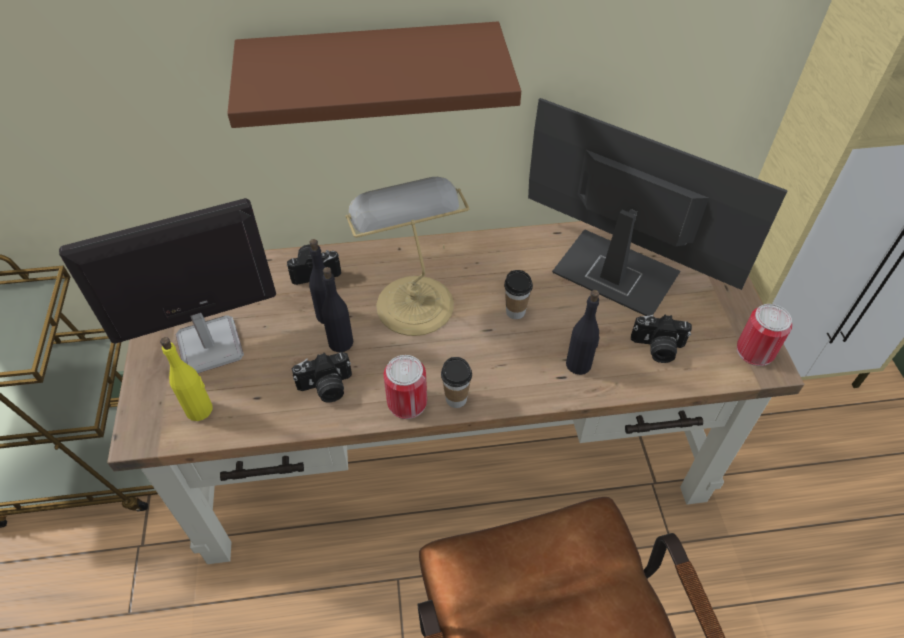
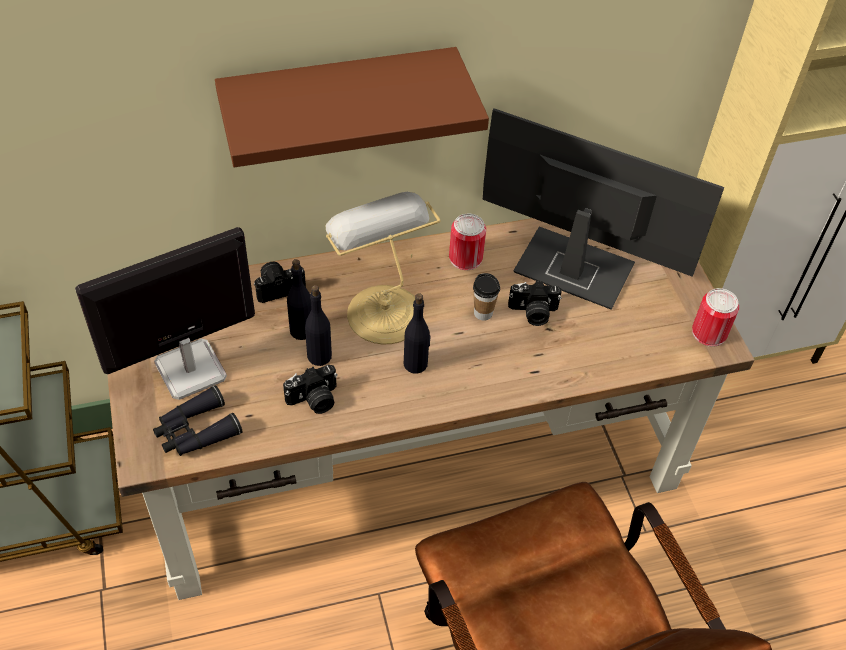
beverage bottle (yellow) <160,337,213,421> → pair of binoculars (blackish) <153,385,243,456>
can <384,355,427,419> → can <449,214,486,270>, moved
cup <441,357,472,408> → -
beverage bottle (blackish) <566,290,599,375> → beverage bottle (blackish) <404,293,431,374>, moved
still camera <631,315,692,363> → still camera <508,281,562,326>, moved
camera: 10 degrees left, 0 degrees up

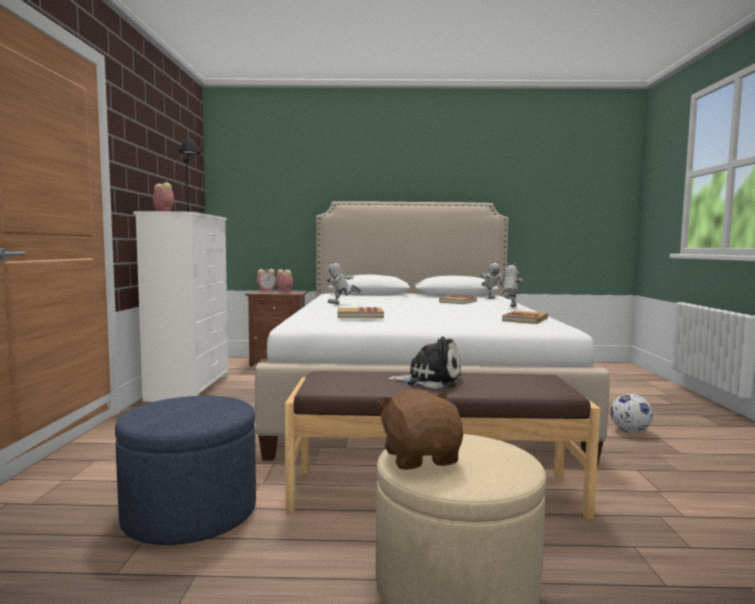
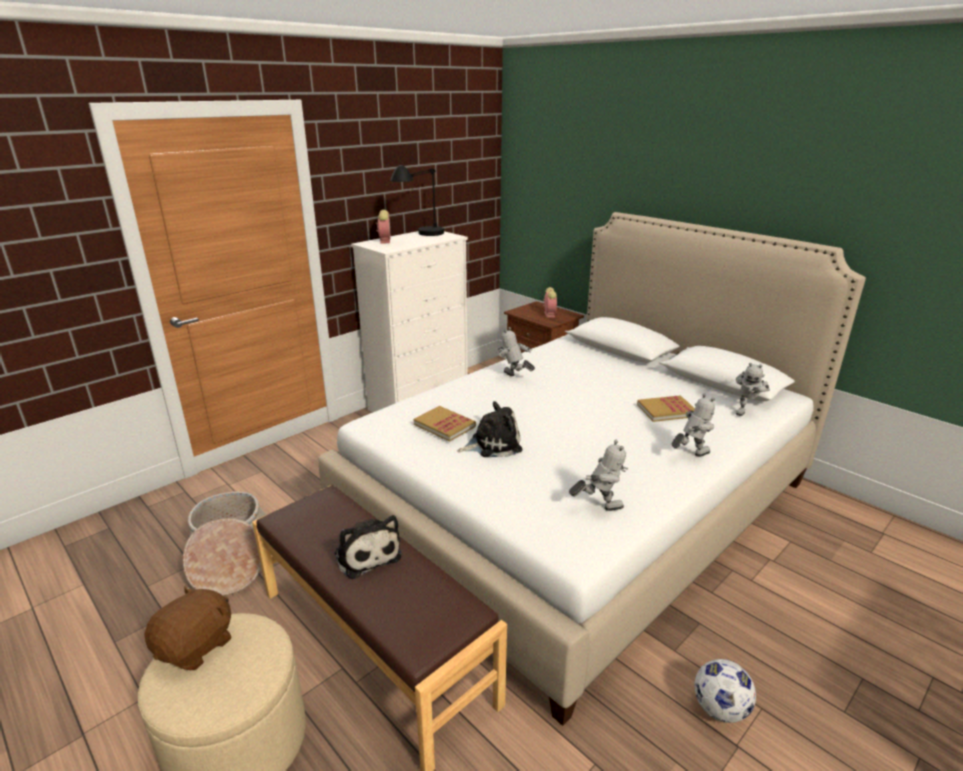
ottoman (blue-coloured) <115,396,256,545> → storage basket <183,492,266,596>
table clock <257,269,276,292> → -
bound book <502,311,548,324> → model robot <569,440,628,511>
- → plush toy <457,401,523,457>
camera: 45 degrees right, 20 degrees up

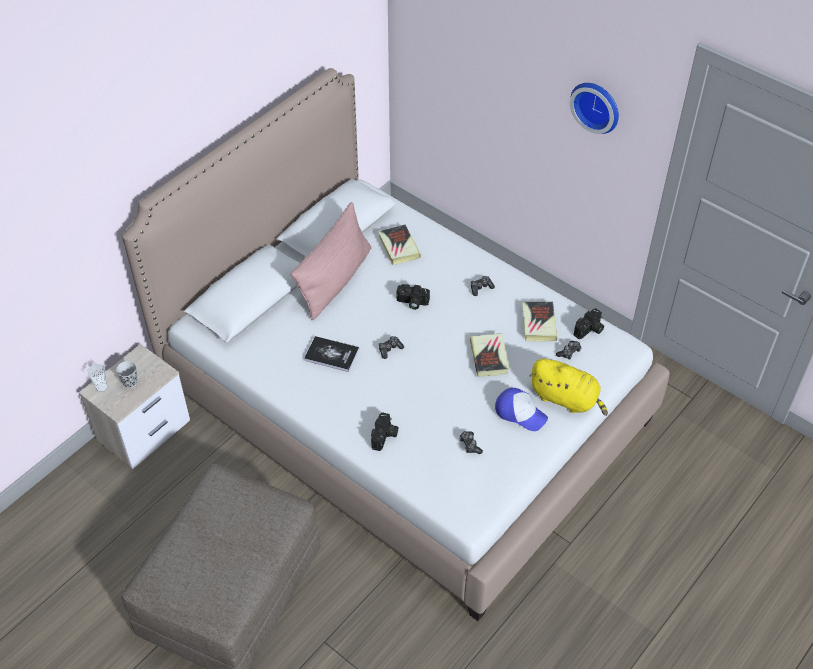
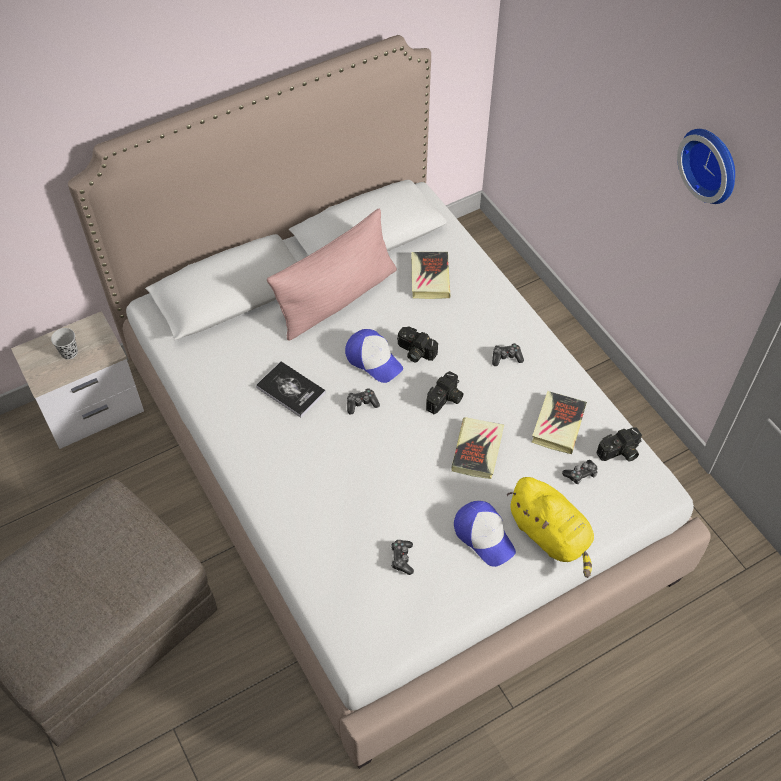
cup <87,363,108,392> → -
still camera <371,412,398,451> → still camera <426,371,463,414>, moved
- → peaked cap <345,329,403,383>
camera: 20 degrees right, 5 degrees up

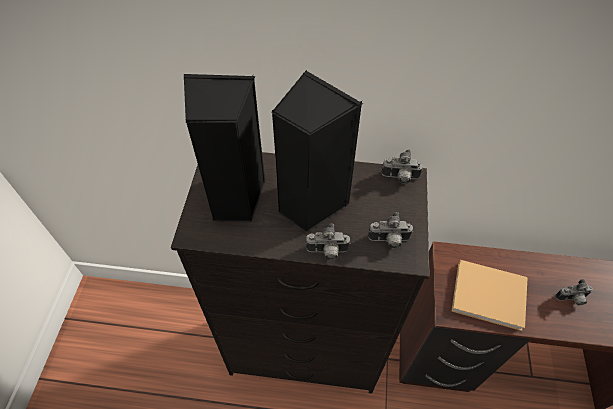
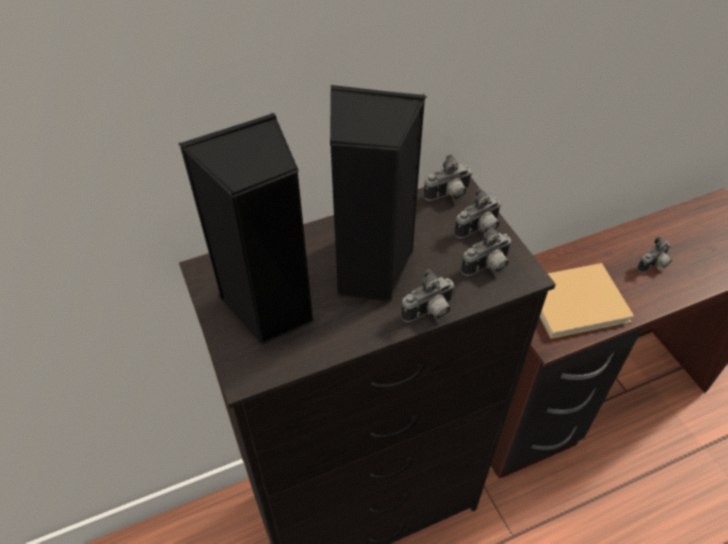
- → still camera <454,188,501,238>
camera: 30 degrees left, 5 degrees down

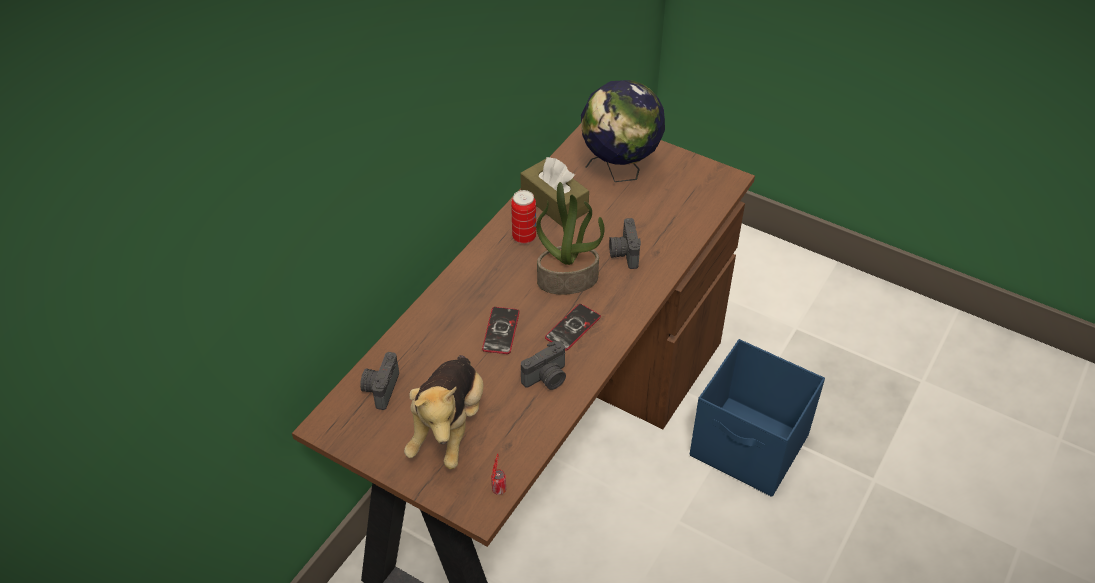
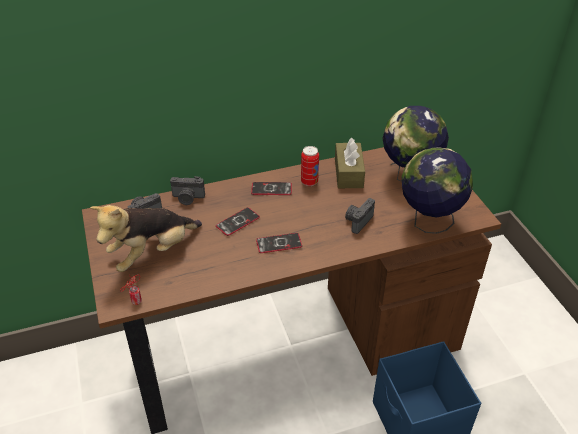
still camera <521,341,566,390> → still camera <170,176,205,205>, moved
houseplant <536,182,605,295> → -
- → telephone <251,182,292,195>
- → world globe <402,147,473,234>
camera: 40 degrees right, 5 degrees down

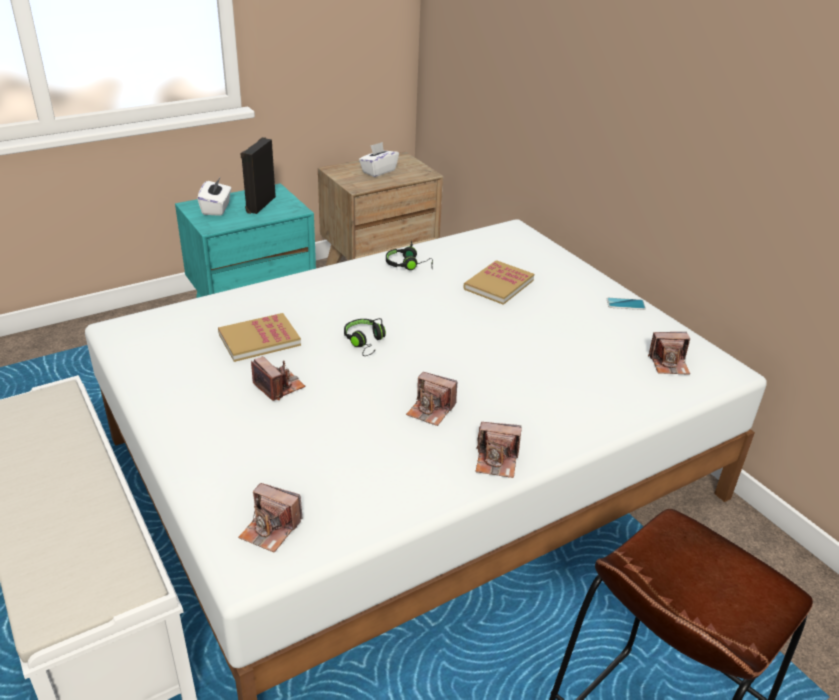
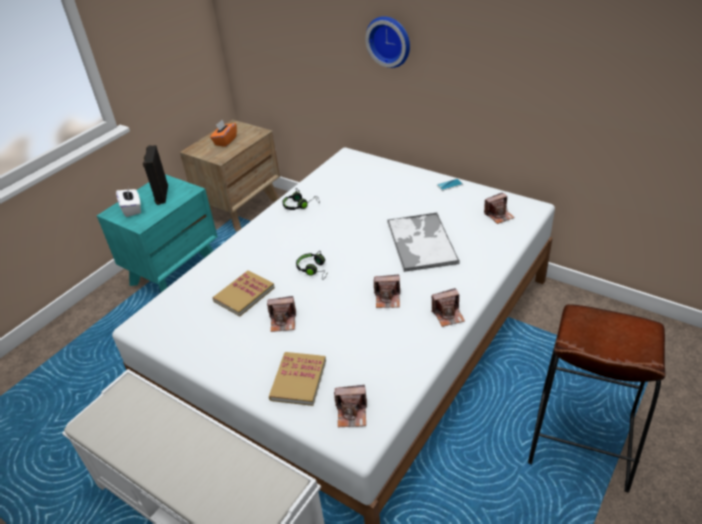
still camera <251,356,305,401> → still camera <267,296,296,332>, 150 degrees clockwise
tissue holder (white) <359,142,399,177> → tissue holder (orangey) <210,120,237,147>
bound book <463,260,534,305> → bound book <269,352,326,406>, moved
- → wall clock <365,16,410,68>
- → carrying tray <387,213,460,272>
camera: 20 degrees left, 5 degrees up

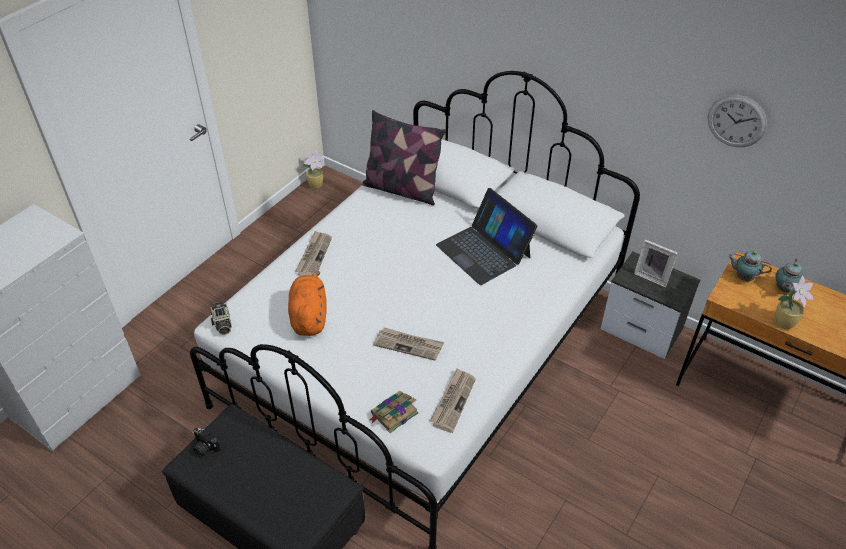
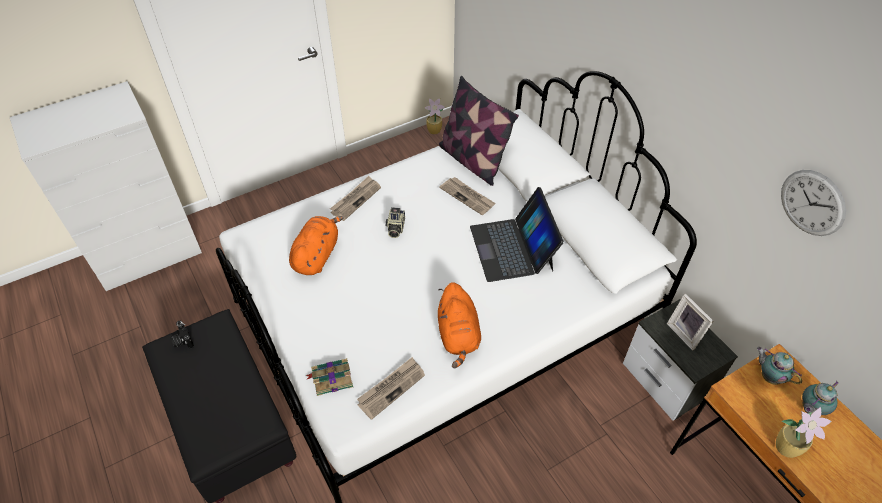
still camera <211,302,232,335> → still camera <386,207,405,238>, moved
newspaper <373,327,444,361> → newspaper <439,177,496,215>, moved
- → plush toy (orangey) <438,282,481,368>
camera: 25 degrees right, 5 degrees up

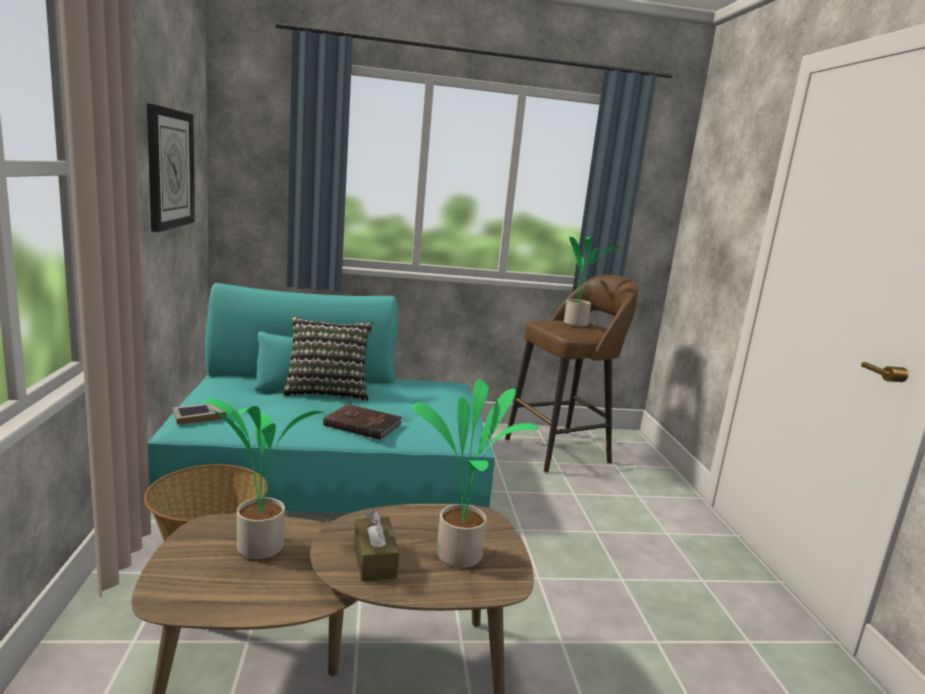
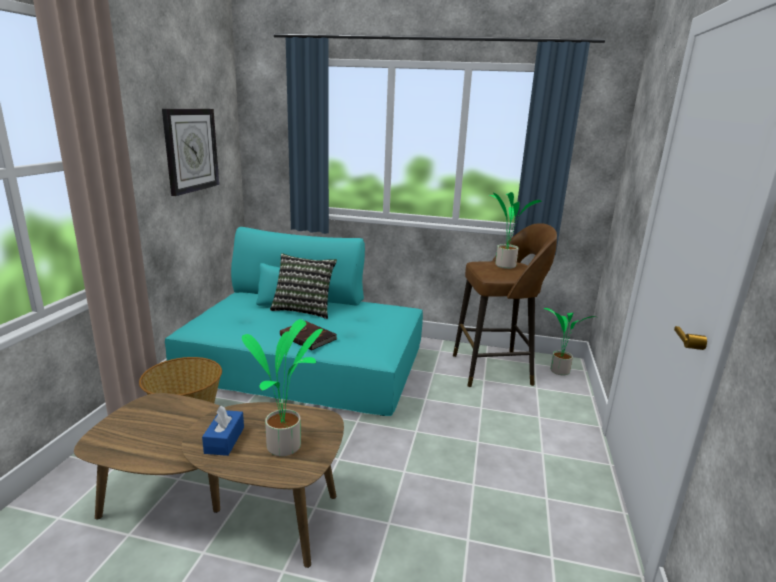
bound book <173,404,226,425> → -
houseplant <204,399,325,559> → houseplant <543,308,596,375>, moved
tissue holder (brown) <354,510,399,581> → tissue holder (blue-coloured) <202,406,244,456>
camera: 20 degrees right, 5 degrees up

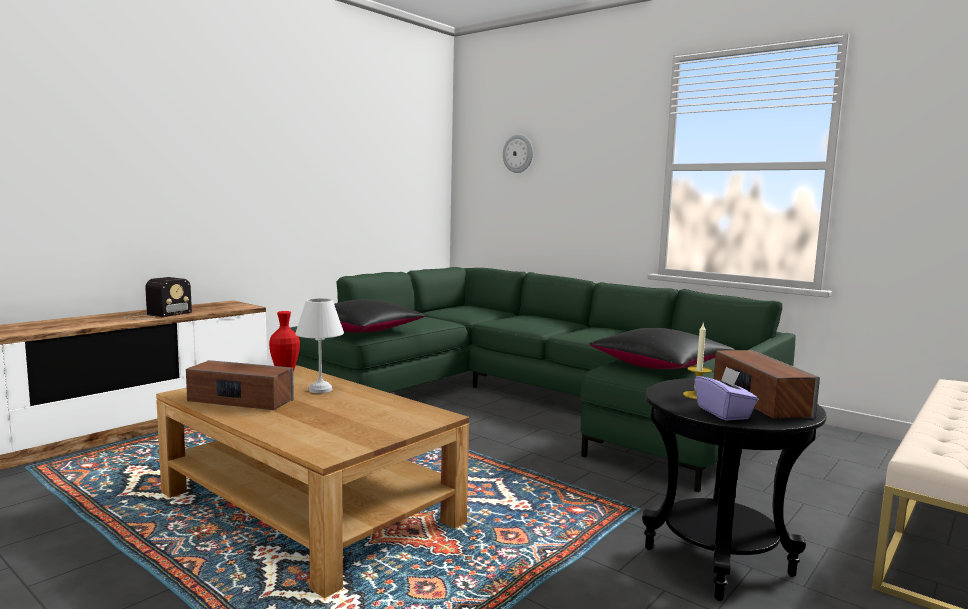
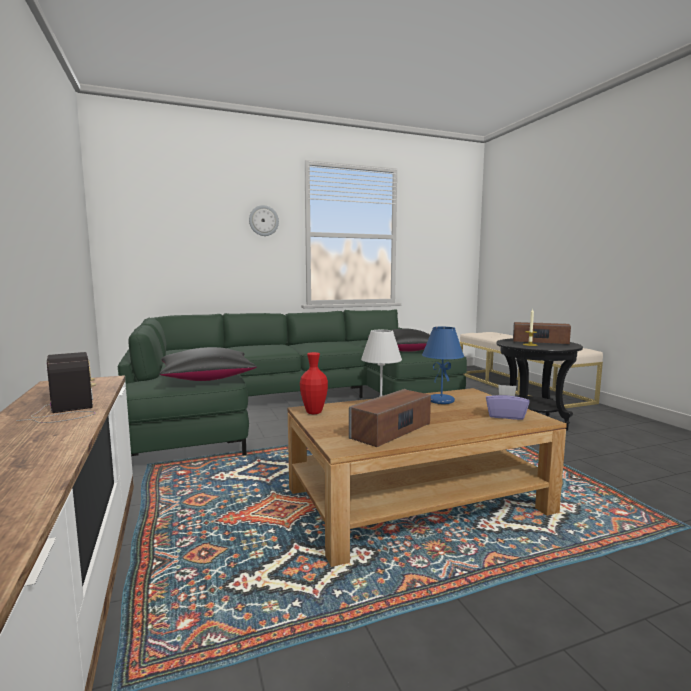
wall clock <503,135,533,173> → wall clock <249,205,279,236>, moved
tissue holder (purple-coloured) <695,366,758,421> → tissue holder (purple-coloured) <486,385,530,420>, moved
- → table lamp (blue-coloured) <422,327,464,404>
camera: 60 degrees left, 0 degrees up

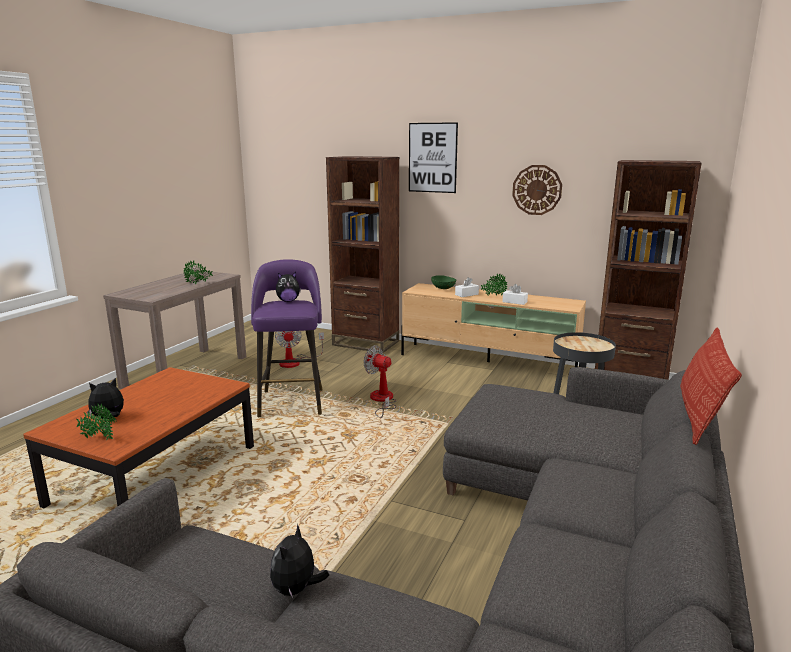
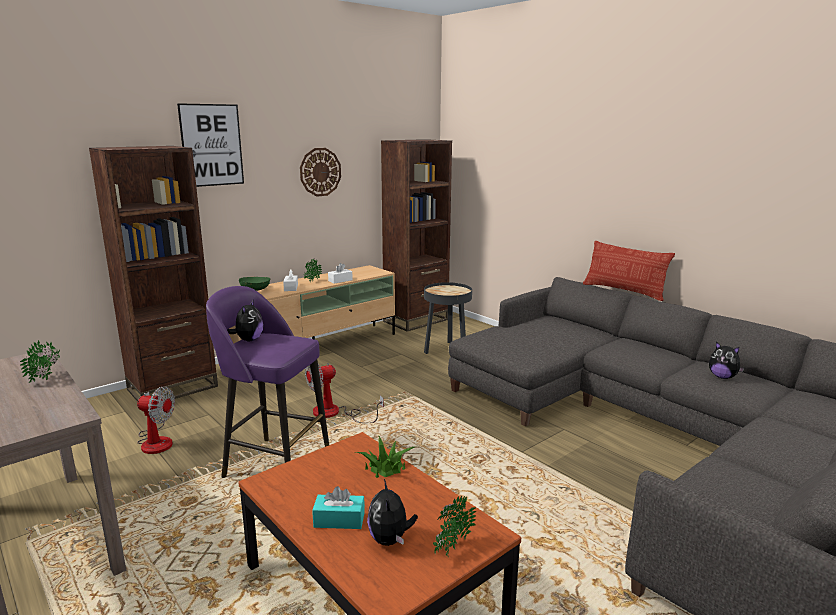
plush toy <270,524,329,600> → plush toy <709,342,745,379>, moved
- → tissue holder (blue-green) <312,486,365,529>
- → houseplant <356,436,414,478>
camera: 65 degrees left, 0 degrees up

